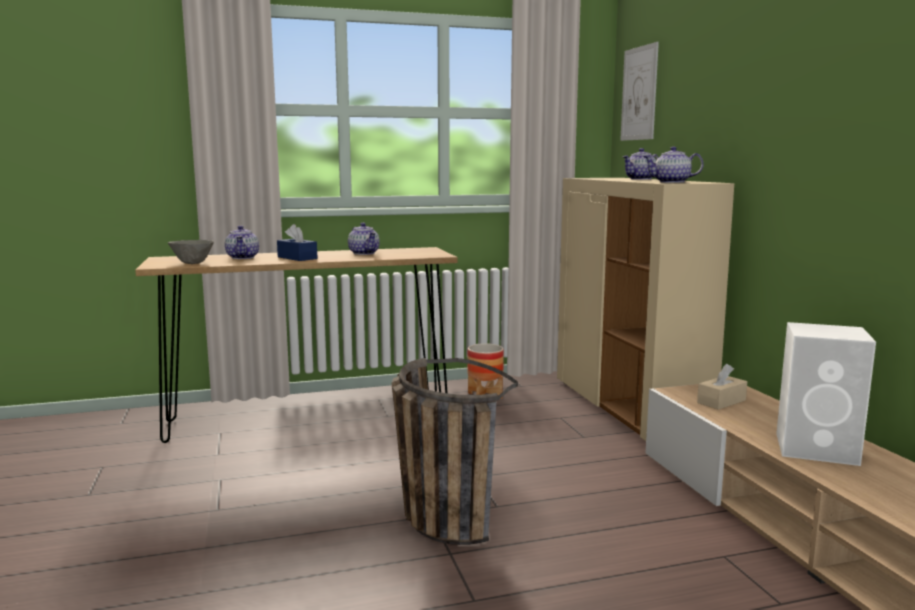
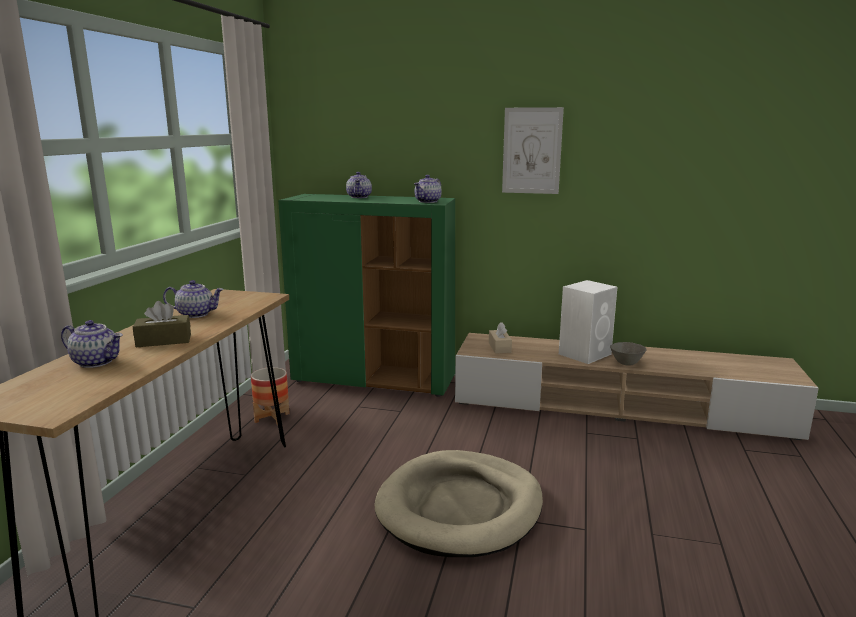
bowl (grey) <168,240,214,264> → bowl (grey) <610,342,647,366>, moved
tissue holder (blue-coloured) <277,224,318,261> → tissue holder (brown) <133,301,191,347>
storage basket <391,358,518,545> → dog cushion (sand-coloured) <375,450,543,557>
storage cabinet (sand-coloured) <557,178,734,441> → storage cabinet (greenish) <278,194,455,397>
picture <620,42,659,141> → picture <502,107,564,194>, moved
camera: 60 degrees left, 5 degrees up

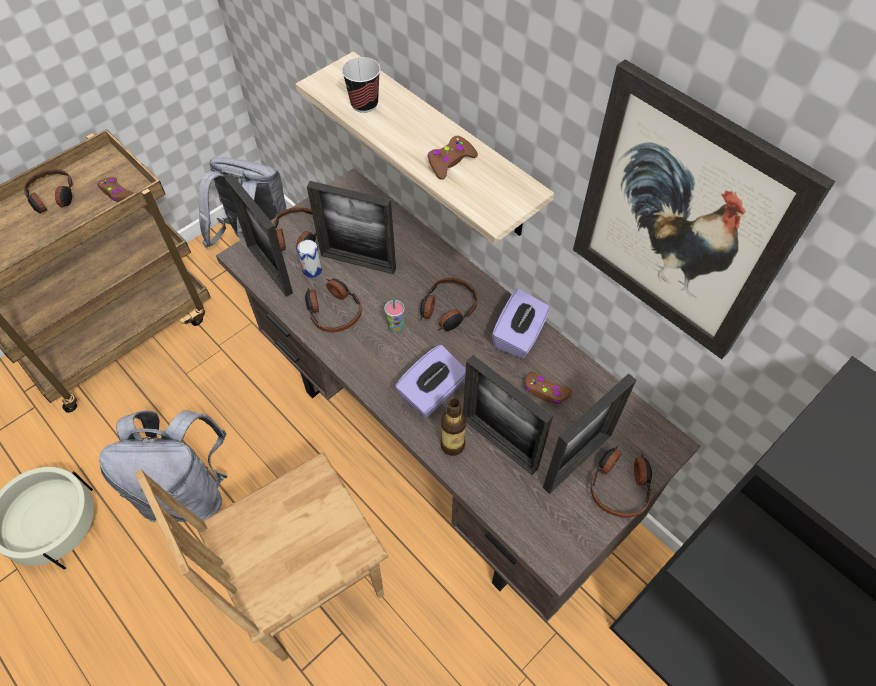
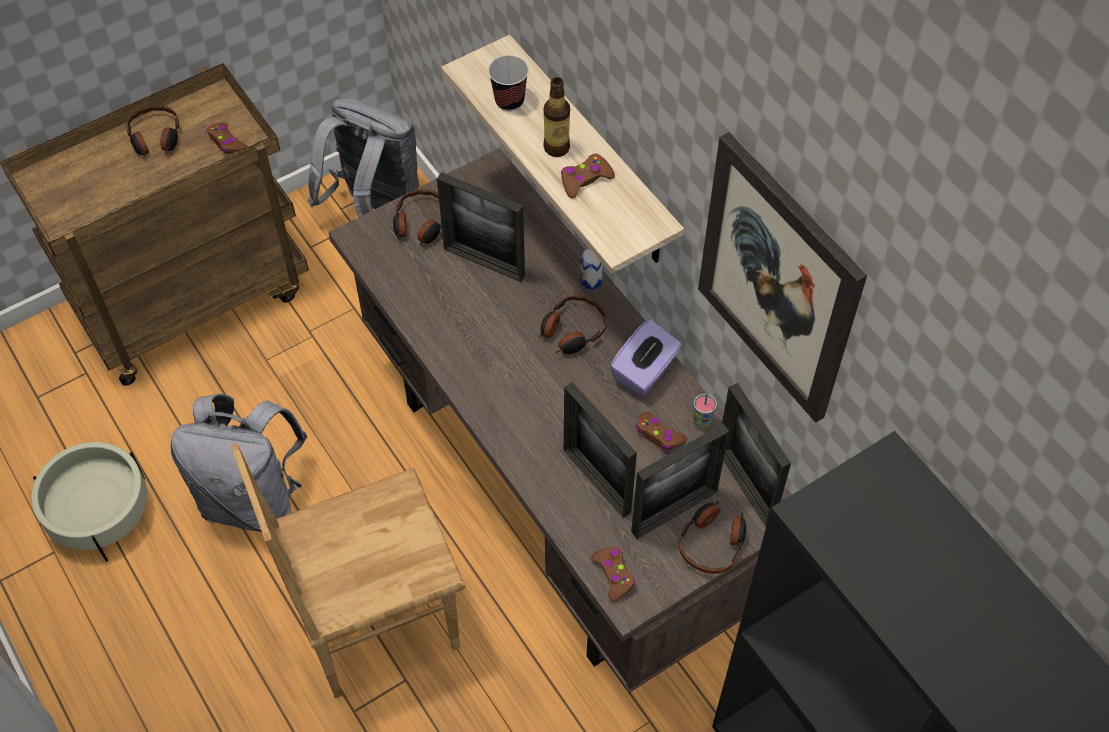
standing frame <225,174,293,297> → standing frame <722,383,791,526>, moved
can <297,240,322,278> → can <580,248,603,290>, moved
pair of headphones <305,279,362,332> → -
cup <384,297,405,332> → cup <693,393,717,429>, moved
tissue holder (purple-coloured) <395,345,466,418> → -
beverage bottle <440,398,467,456> → beverage bottle <543,77,570,157>, moved
- → game controller (brown) <591,547,635,602>
camera: 10 degrees right, 0 degrees up

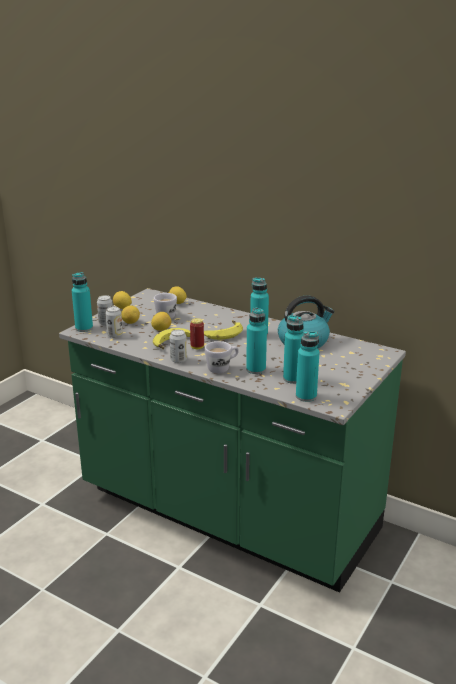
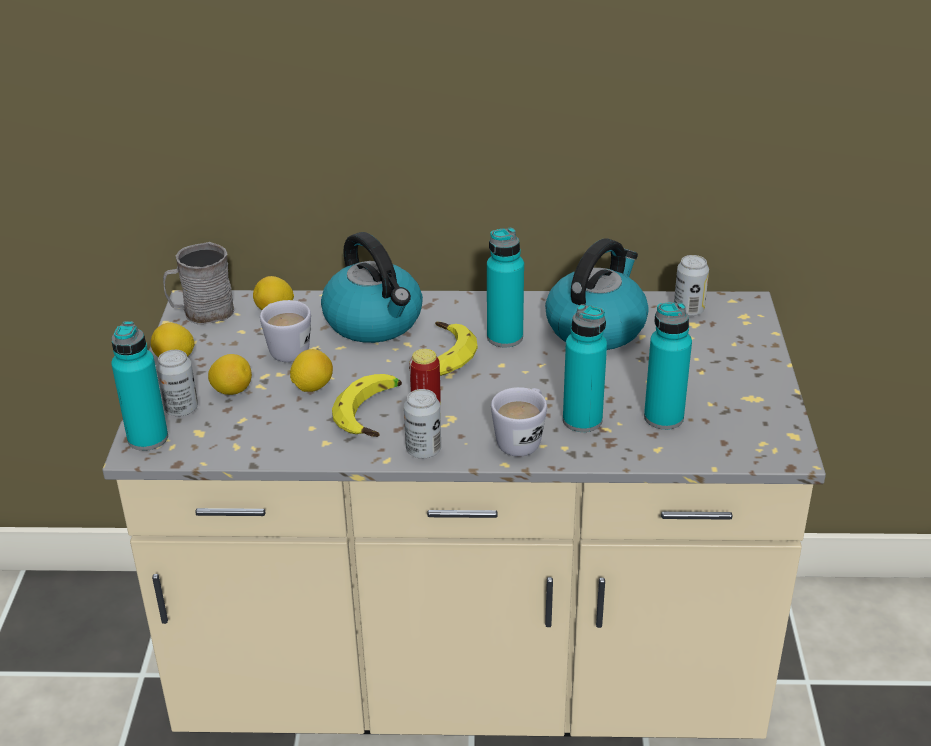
counter (greenish) <59,288,406,593> → counter (sand-coloured) <102,290,826,739>
can <105,306,123,338> → can <674,255,709,317>, moved
beverage bottle (blue-green) <296,331,319,402> → -
- → coffee mug (grey) <163,242,234,325>
- → water kettle <321,232,423,343>
camera: 30 degrees left, 10 degrees up

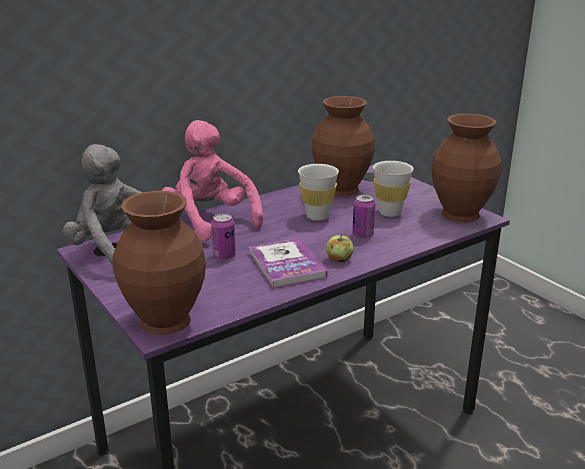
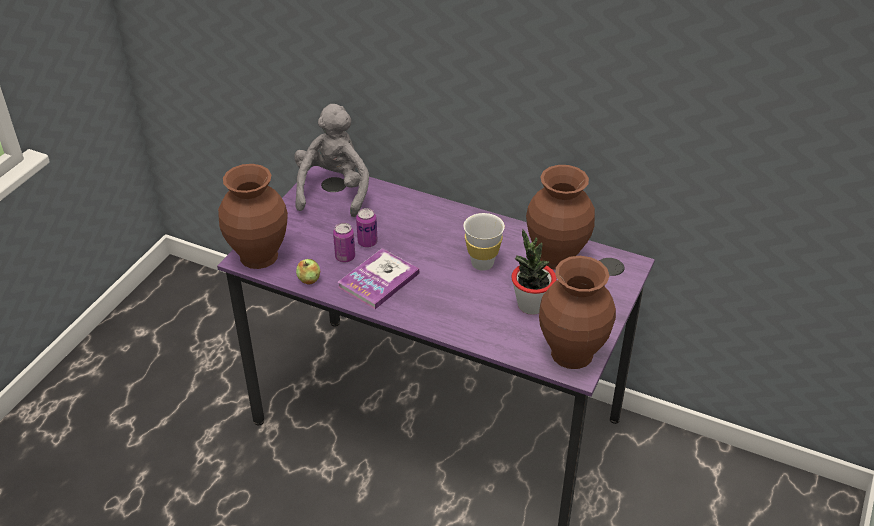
plush toy (pink-coloured) <162,120,263,241> → -
apple fruit <326,234,353,262> → apple fruit <296,259,320,285>, moved
can <352,195,375,239> → can <333,223,355,262>, moved
cup (white) <373,161,413,217> → houseplant <511,229,557,315>
camera: 60 degrees right, 15 degrees up

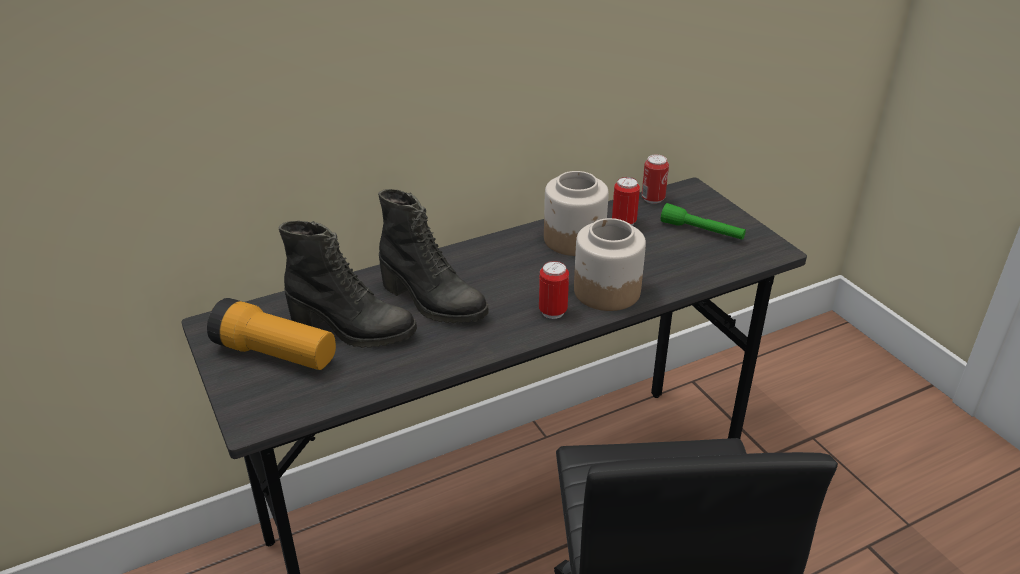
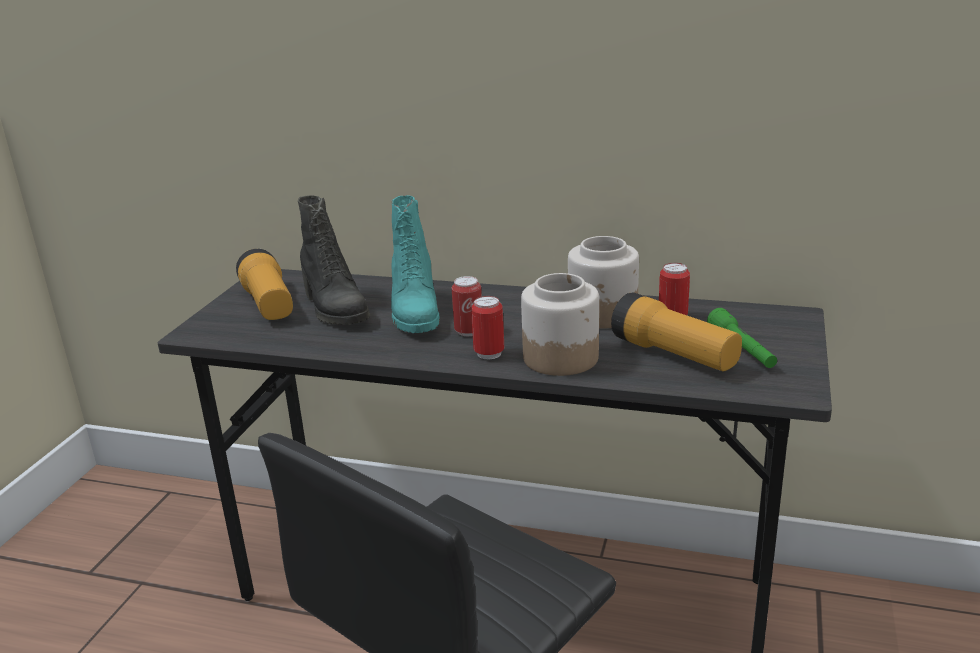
tall boot (blackish) <378,189,489,323> → tall boot (blue-green) <391,195,440,333>
can <642,155,669,204> → can <452,276,482,336>, moved
- → hand torch <611,293,742,371>
camera: 45 degrees right, 10 degrees down

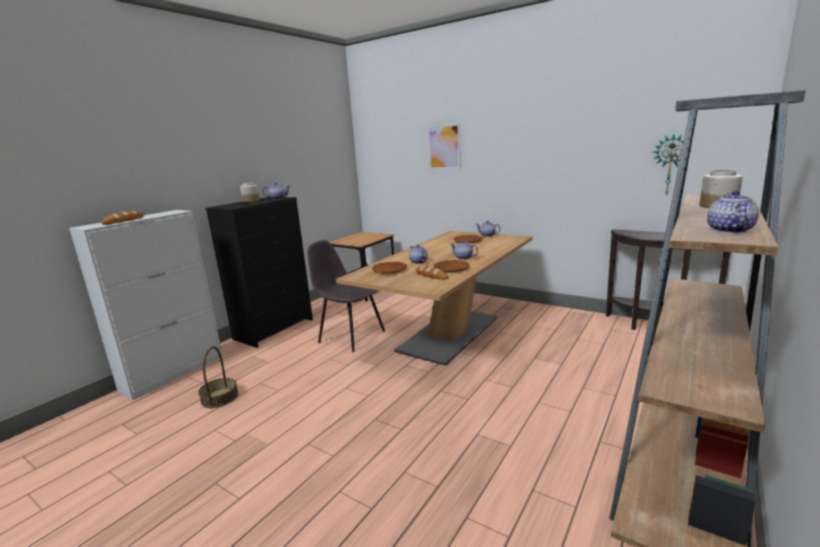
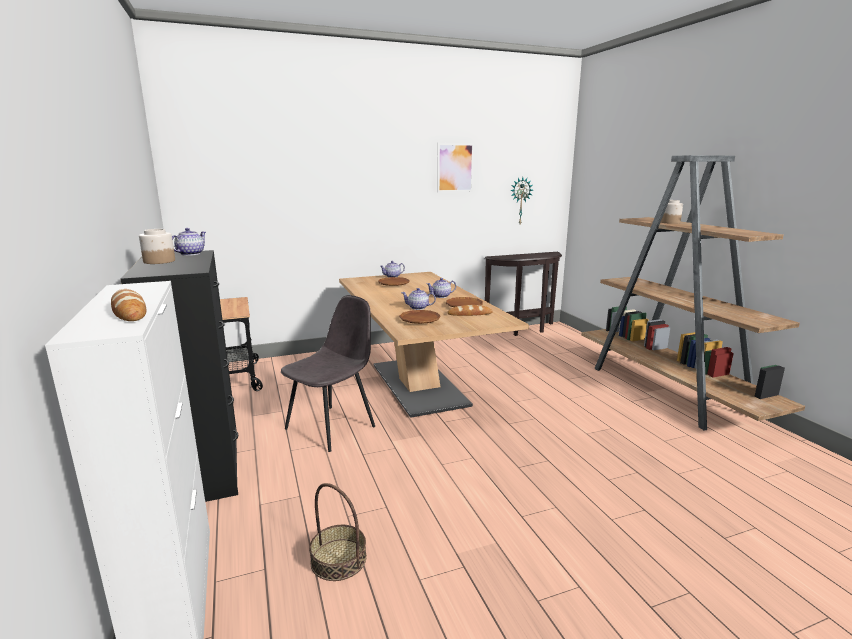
plain chair (grey) <307,240,385,352> → plain chair (grey) <281,295,375,452>, 150 degrees clockwise
picture <428,123,461,169> → picture <437,143,474,193>, moved
teapot <707,190,759,233> → -
camera: 55 degrees left, 0 degrees up

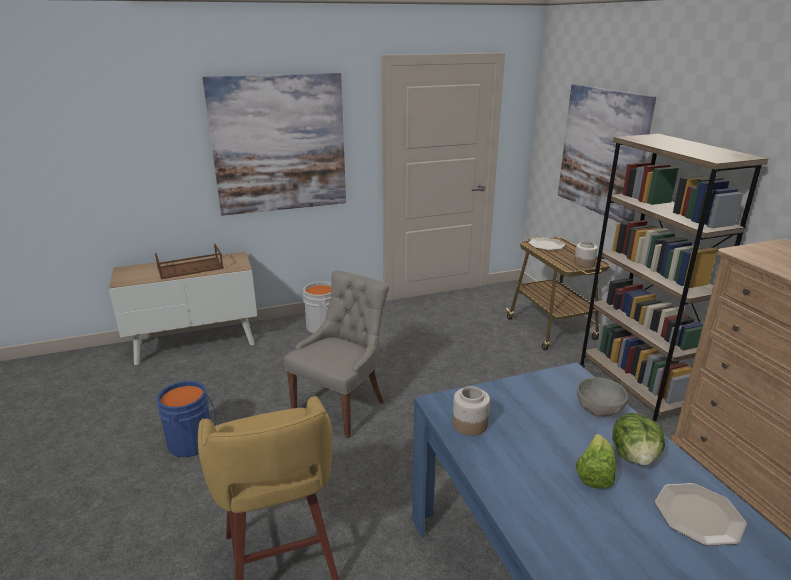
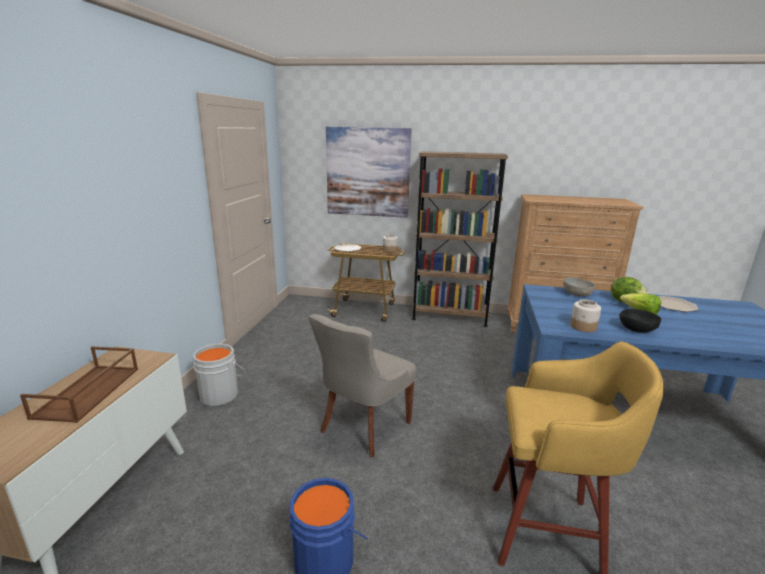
picture <202,73,346,216> → -
plain chair (grey) <284,270,389,438> → plain chair (grey) <308,314,416,458>, 120 degrees counterclockwise
- → bowl (blackish) <620,309,661,333>
camera: 60 degrees left, 5 degrees down

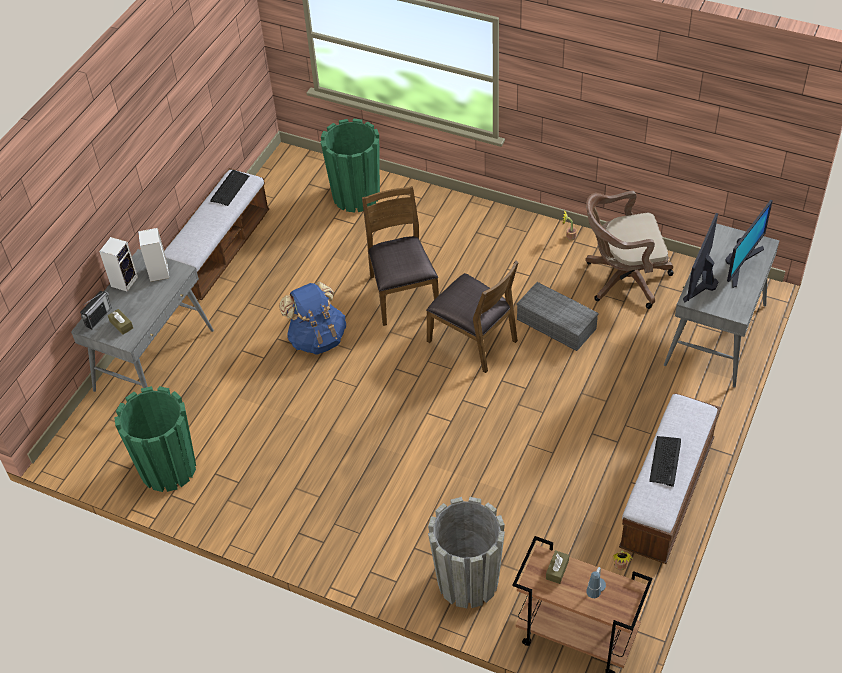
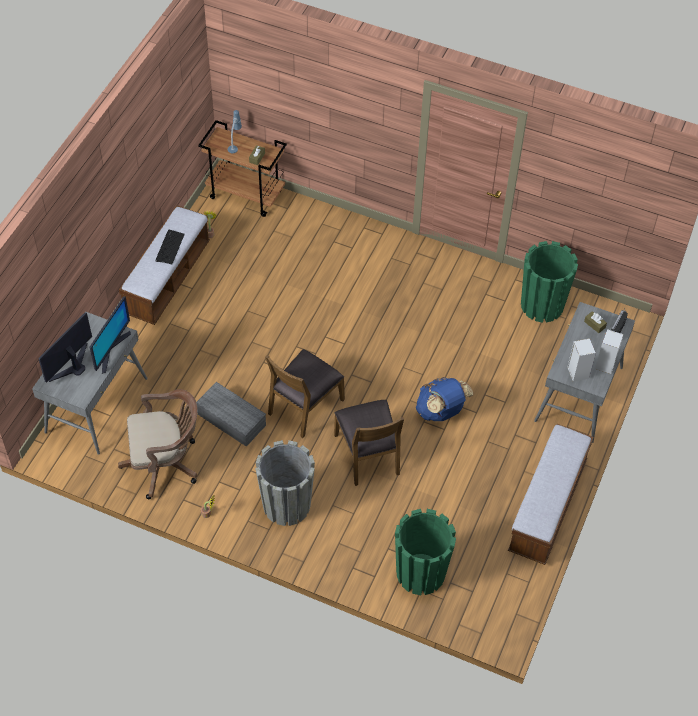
computer keyboard <210,170,249,206> → -
plain chair (brown) <426,261,519,373> → plain chair (brown) <265,349,345,438>, 90 degrees counterclockwise
plant pot (grey) <428,497,505,608> → plant pot (grey) <255,440,315,526>, moved
camera: 175 degrees right, 5 degrees up

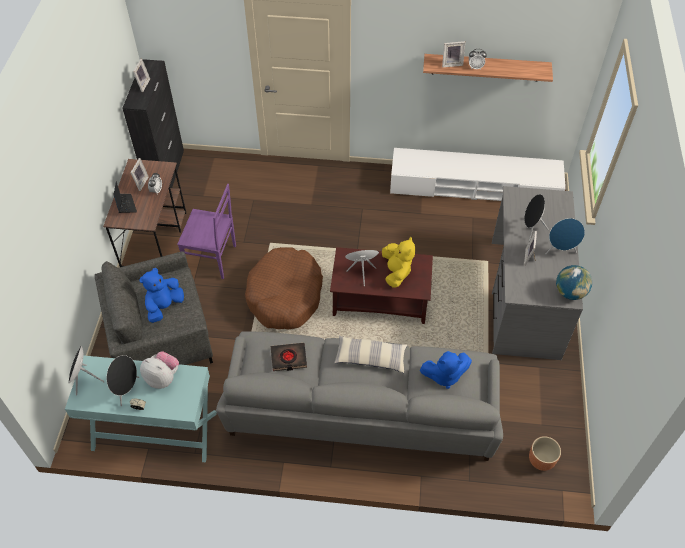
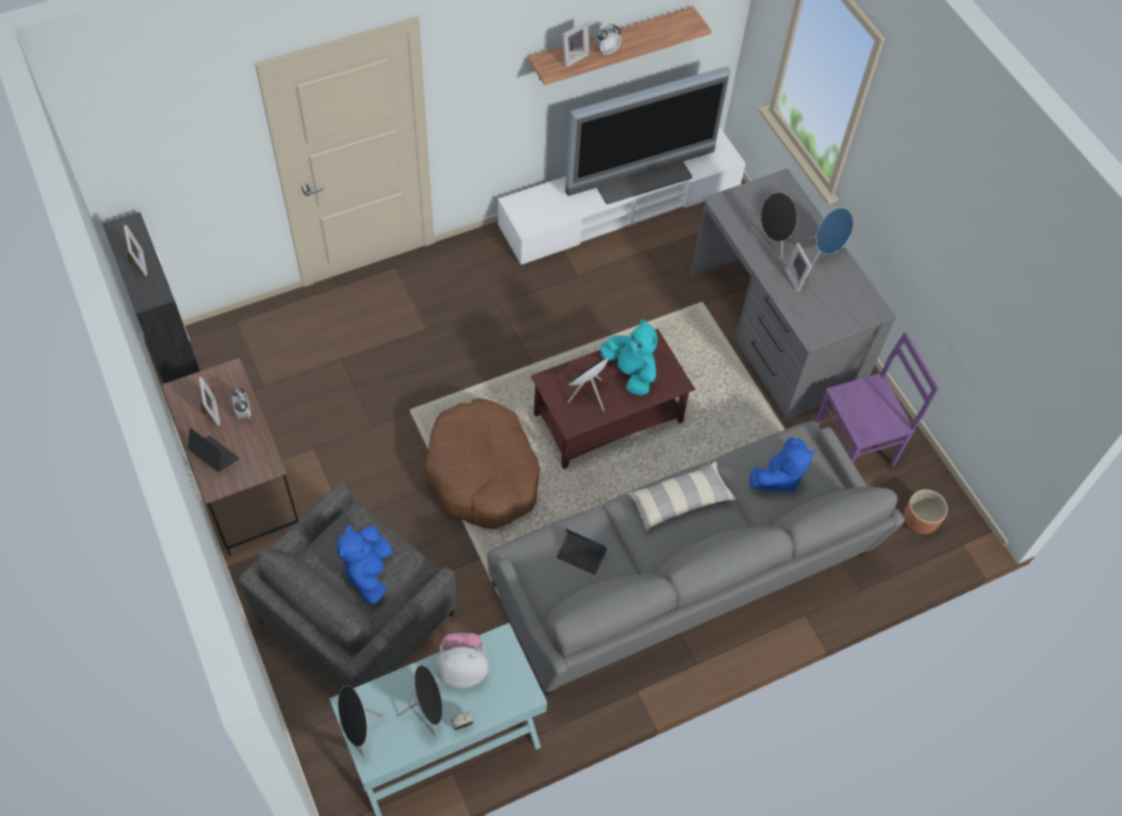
plain chair (purple-coloured) <177,184,236,279> → plain chair (purple-coloured) <815,332,939,466>, moved
bound book (blackish) <271,343,307,371> → portable computer <557,528,607,575>
plush toy (yellow) <382,237,415,288> → plush toy (blue-green) <600,318,657,395>
world globe <556,265,592,300> → -
- → TV <565,66,731,204>
camera: 35 degrees left, 5 degrees up

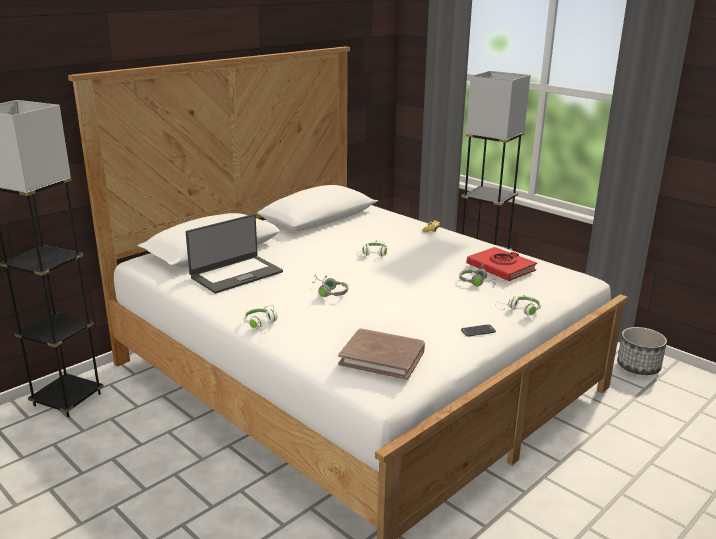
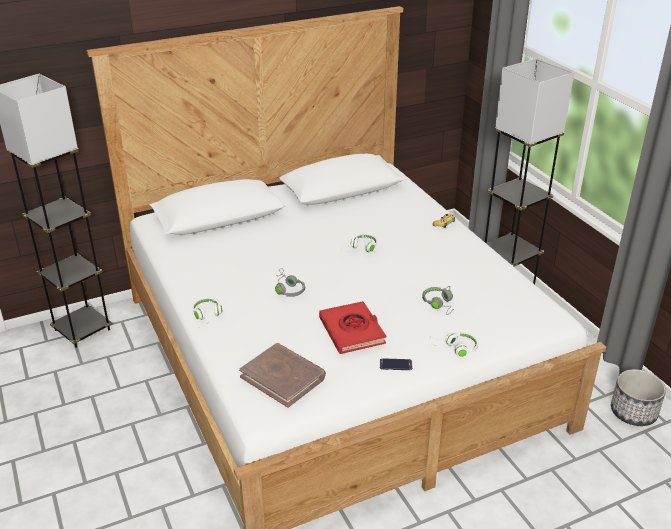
portable computer <186,214,283,293> → -
bound book (red) <467,247,537,281> → bound book (red) <319,301,386,354>, moved
camera: 20 degrees right, 10 degrees up

